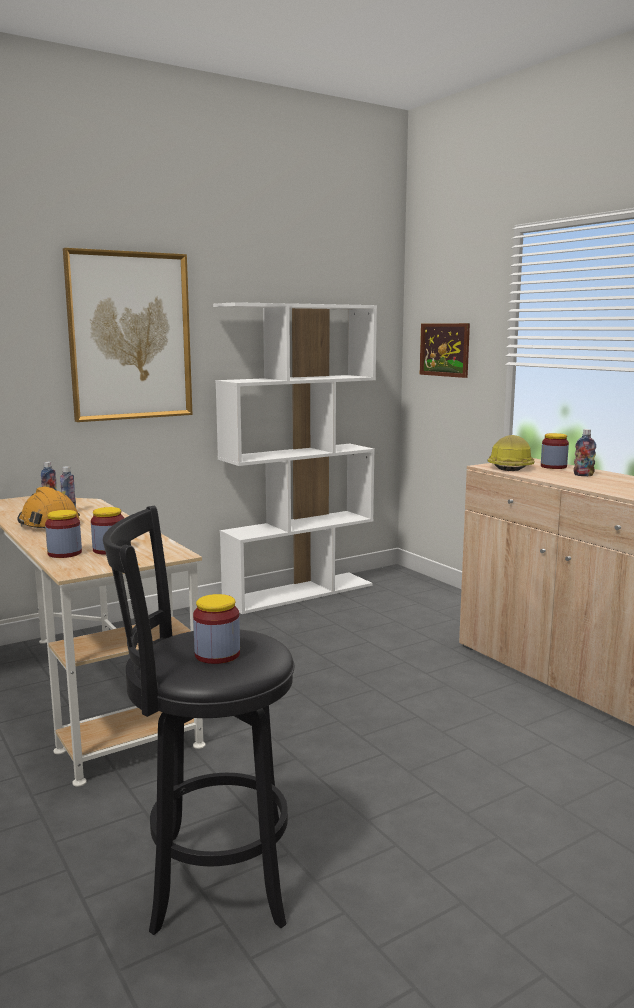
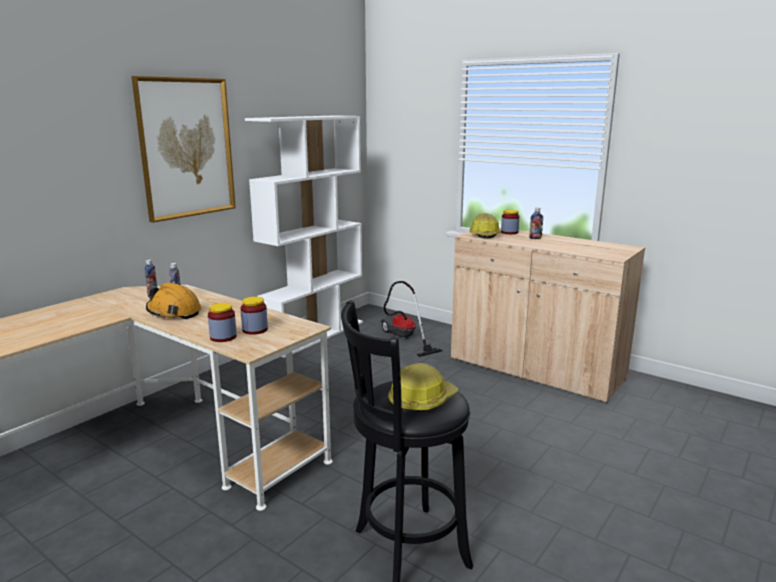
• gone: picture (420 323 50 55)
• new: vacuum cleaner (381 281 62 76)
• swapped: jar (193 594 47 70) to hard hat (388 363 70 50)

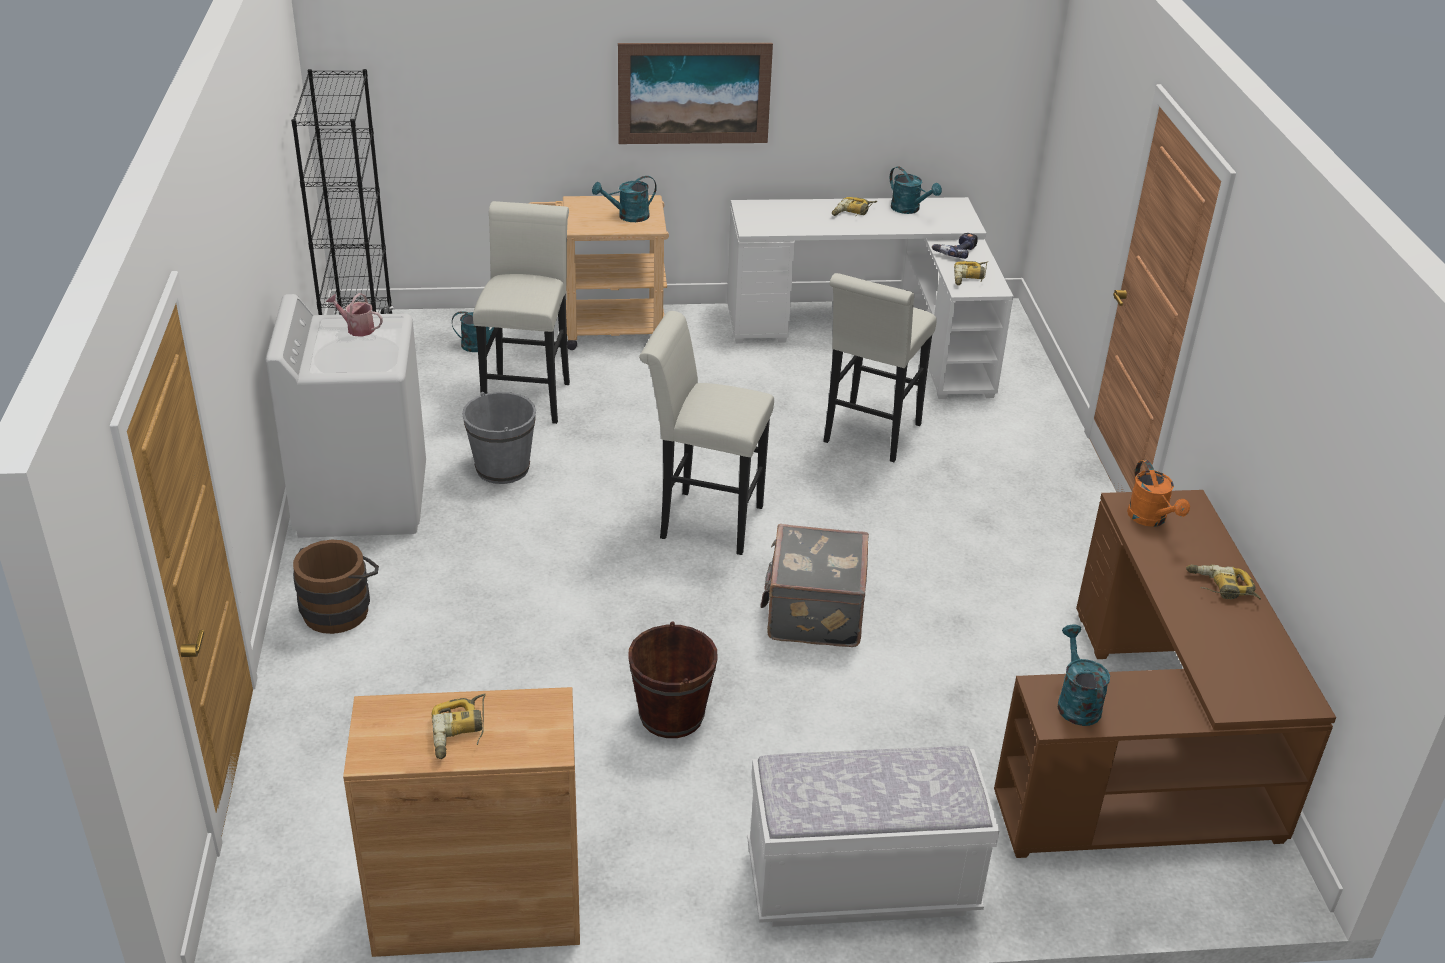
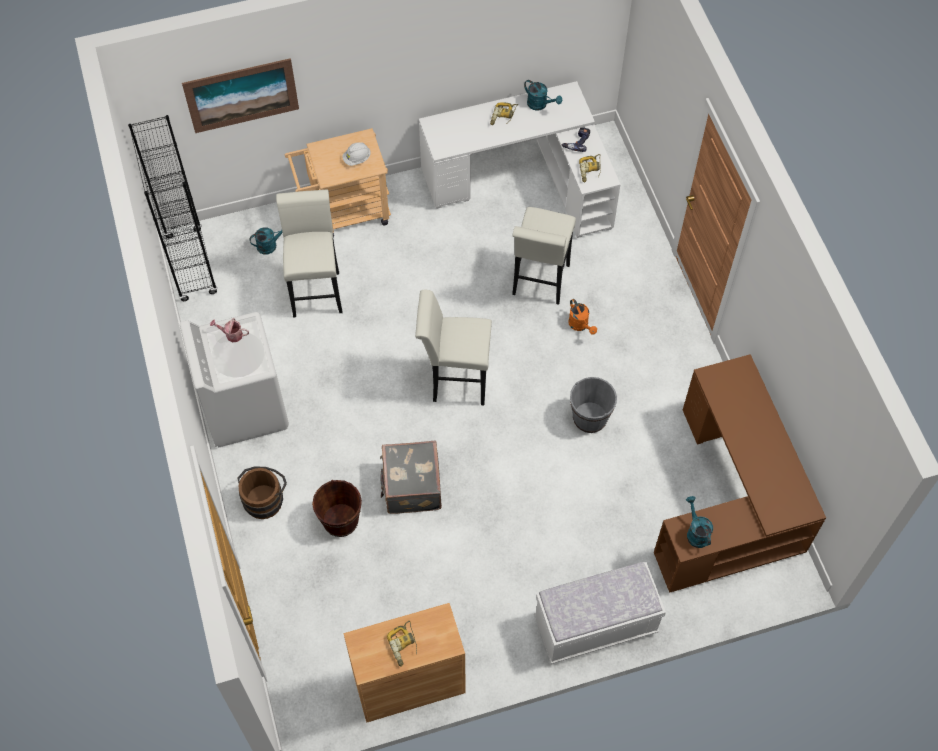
• gone: power drill (1186 564 75 36)
• shifted: bucket (grey) (462 392 74 92) to (570 377 47 56)
• shifted: picture (618 43 155 101) to (182 58 117 75)
• shifted: bucket (brown) (628 621 90 117) to (312 480 50 57)
• shifted: suitcase (grey) (761 524 108 123) to (380 440 62 74)
• shifted: watering can (orange) (1127 460 63 67) to (568 299 29 36)
• swapped: watering can (turquoise) (592 176 65 46) to hard hat (white) (342 142 29 24)

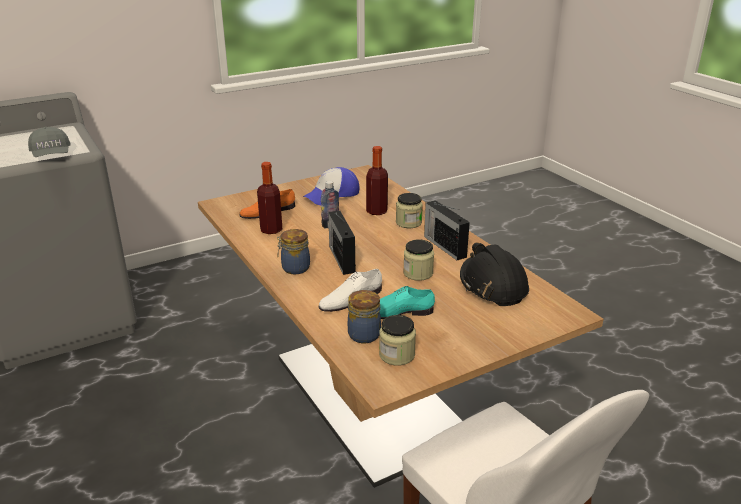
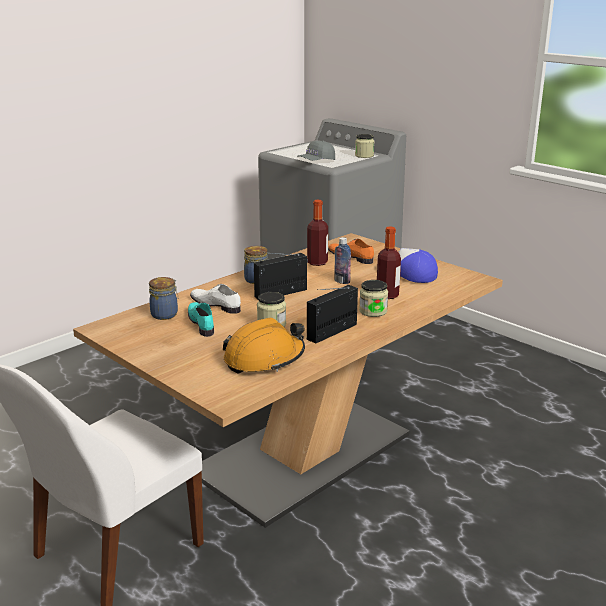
• shifted: jar (379 315 37 51) to (355 134 19 24)
• repainted: hard hat (black) (460 242 69 64) to hard hat (orange) (223 318 82 55)

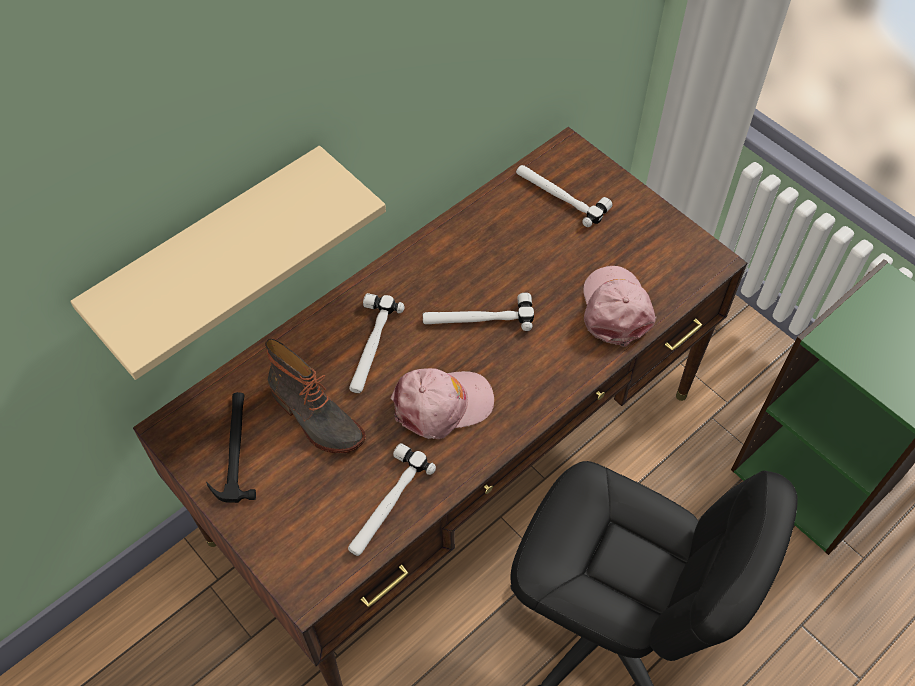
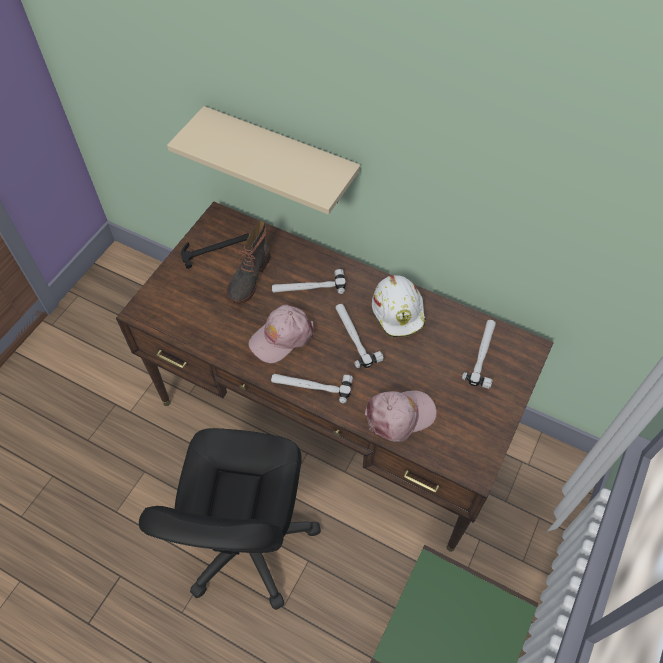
• new: hard hat (white) (372 275 54 62)
• shifted: hammer (348 443 88 113) to (271 374 82 30)
• rotated: cap (pink) (390 368 104 71) = (248 305 66 58) 90 degrees clockwise

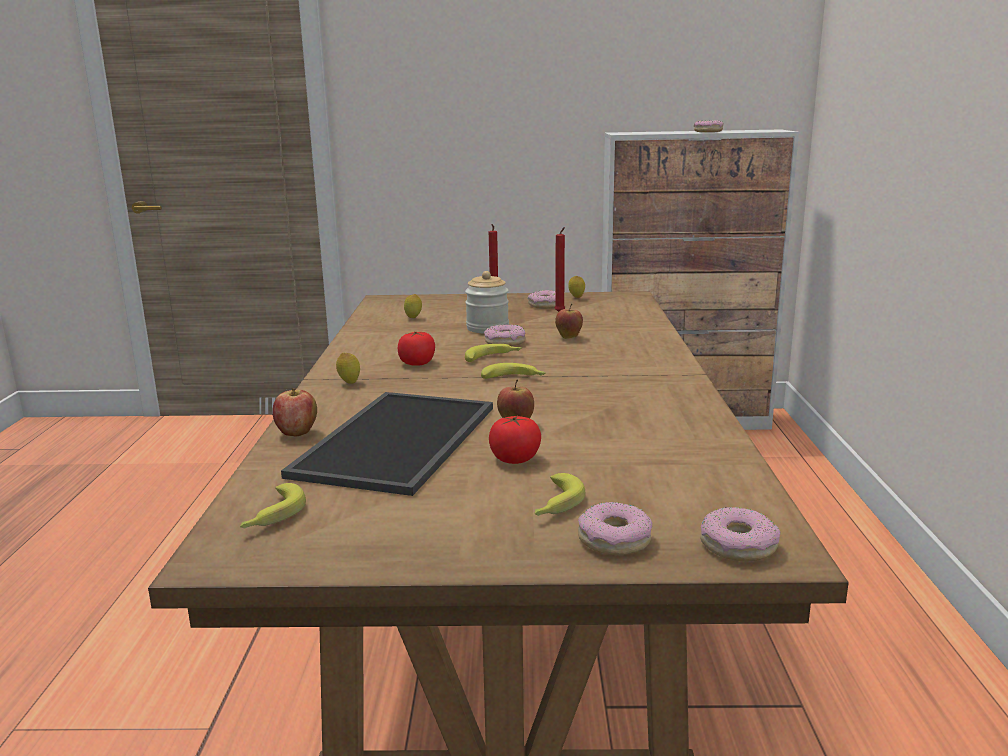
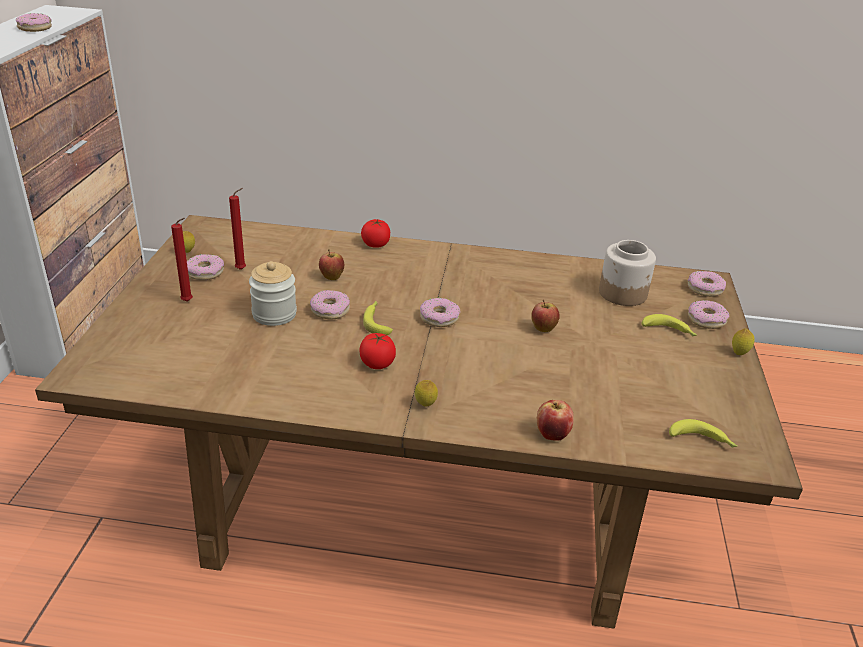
• gone: tray (281 392 212 104)
• new: jar (599 240 57 66)
• shifted: lemon (404 294 18 24) to (732 328 23 27)
• shifted: tomato (489 415 52 49) to (361 219 29 29)
• swapped: banana (481 363 65 16) to donut (420 298 40 29)

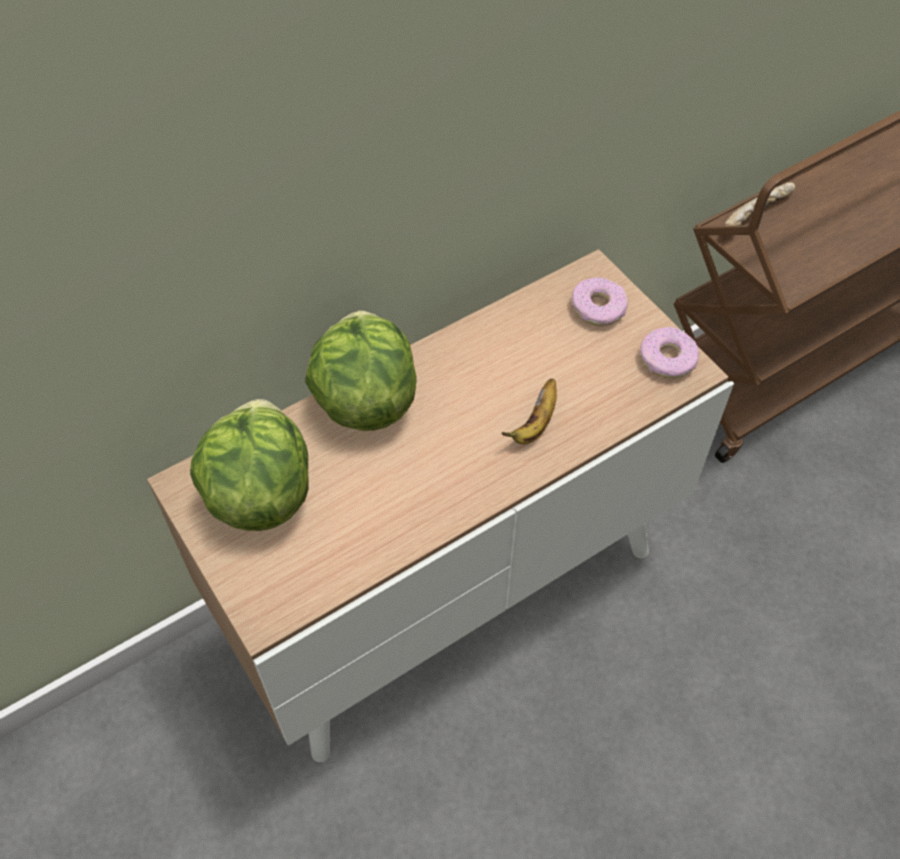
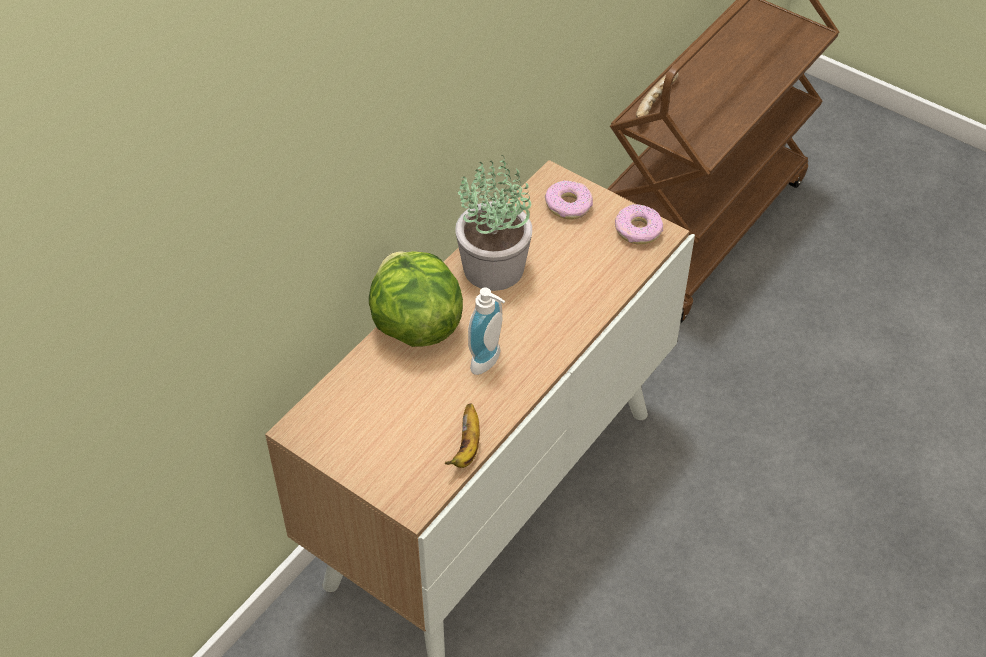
• gone: lettuce (190 399 118 132)
• new: potted plant (455 155 77 136)
• new: soap dispenser (468 288 37 87)
• shifted: banana (501 379 56 65) to (445 404 35 64)

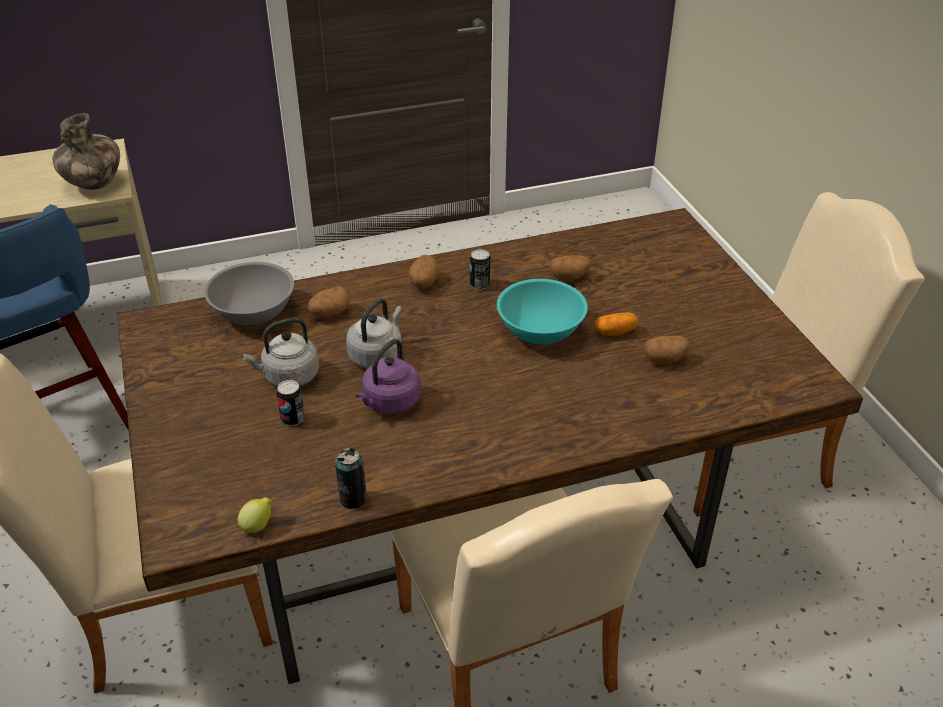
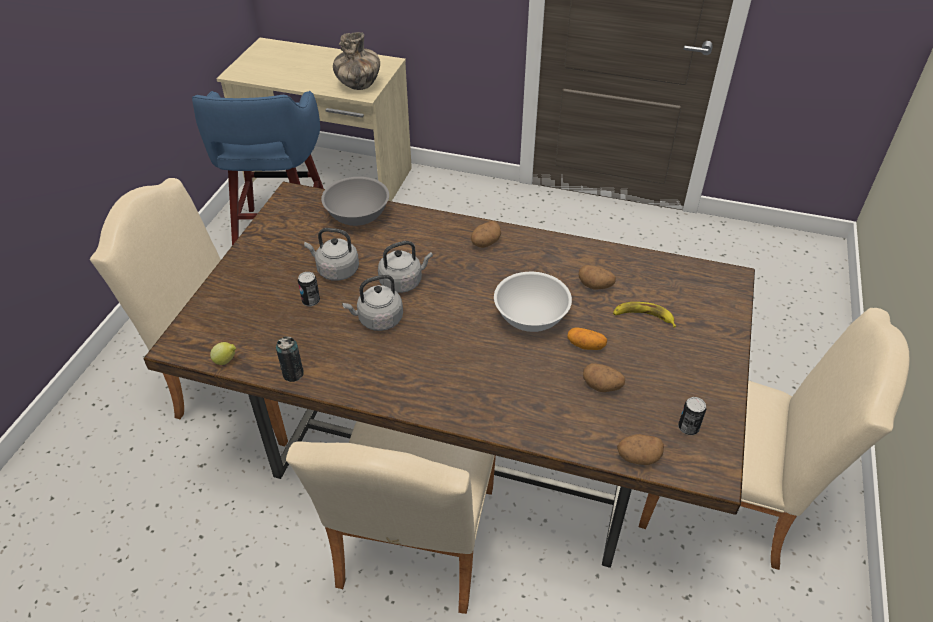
• new: banana (613 302 63 26)
• shifted: potato (308 287 42 31) to (617 434 47 31)
• shifted: can (470 249 21 41) to (678 397 29 38)
• repainted: kettle (purple) (356 339 65 75) to kettle (grey) (342 275 61 56)
• repainted: bowl (turquoise) (497 279 91 65) to bowl (white) (494 272 78 60)

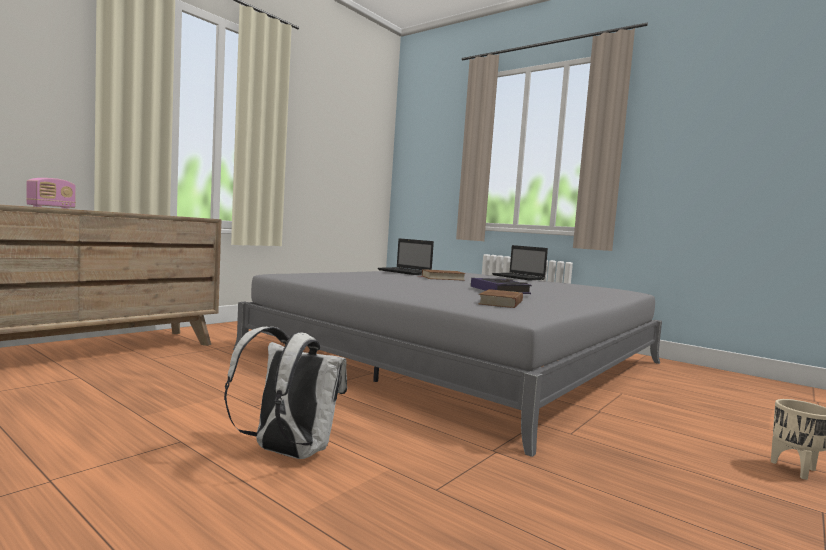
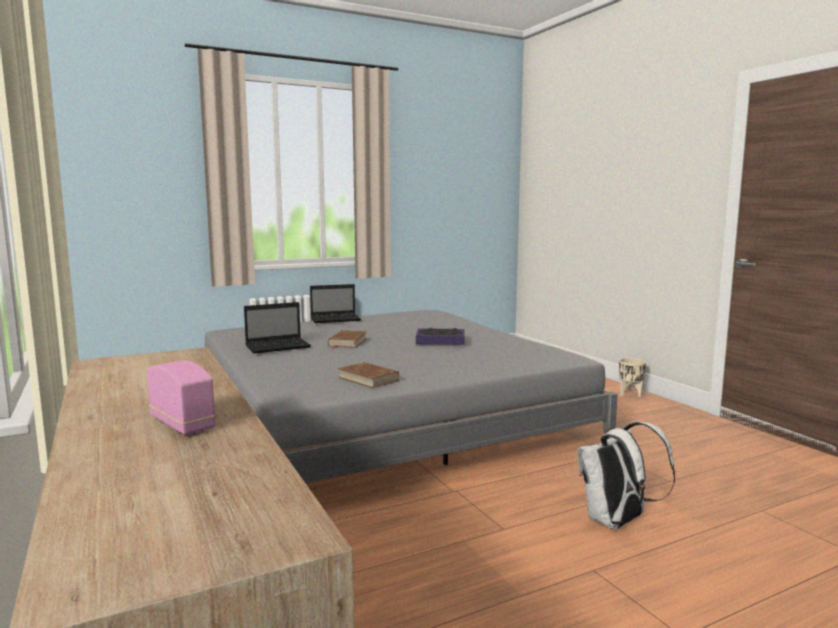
• shifted: book (brown) (478 289 45 19) to (338 362 61 26)

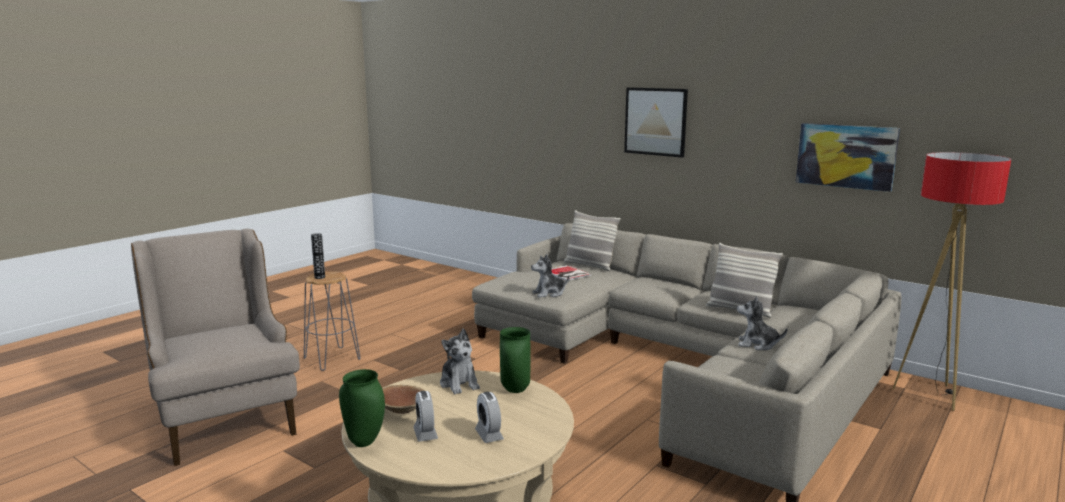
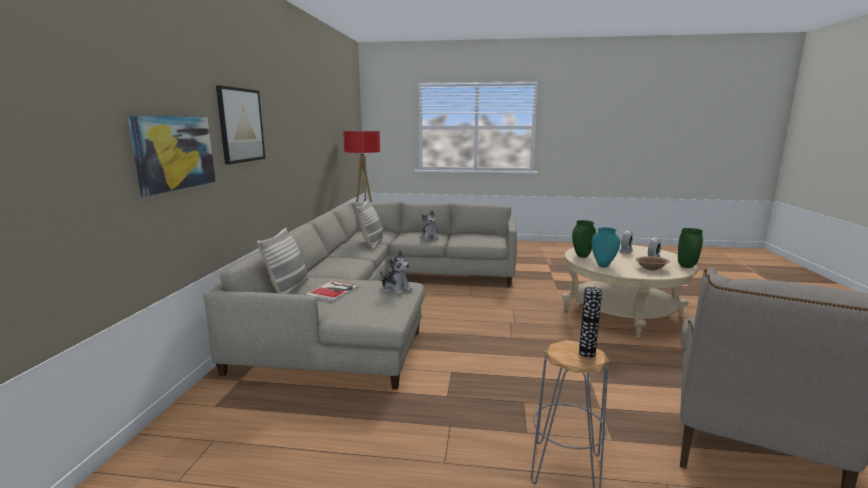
• shifted: picture (796 123 104 69) to (128 115 88 81)
• swapped: plush toy (440 328 40 66) to vase (turquoise) (591 227 29 41)

